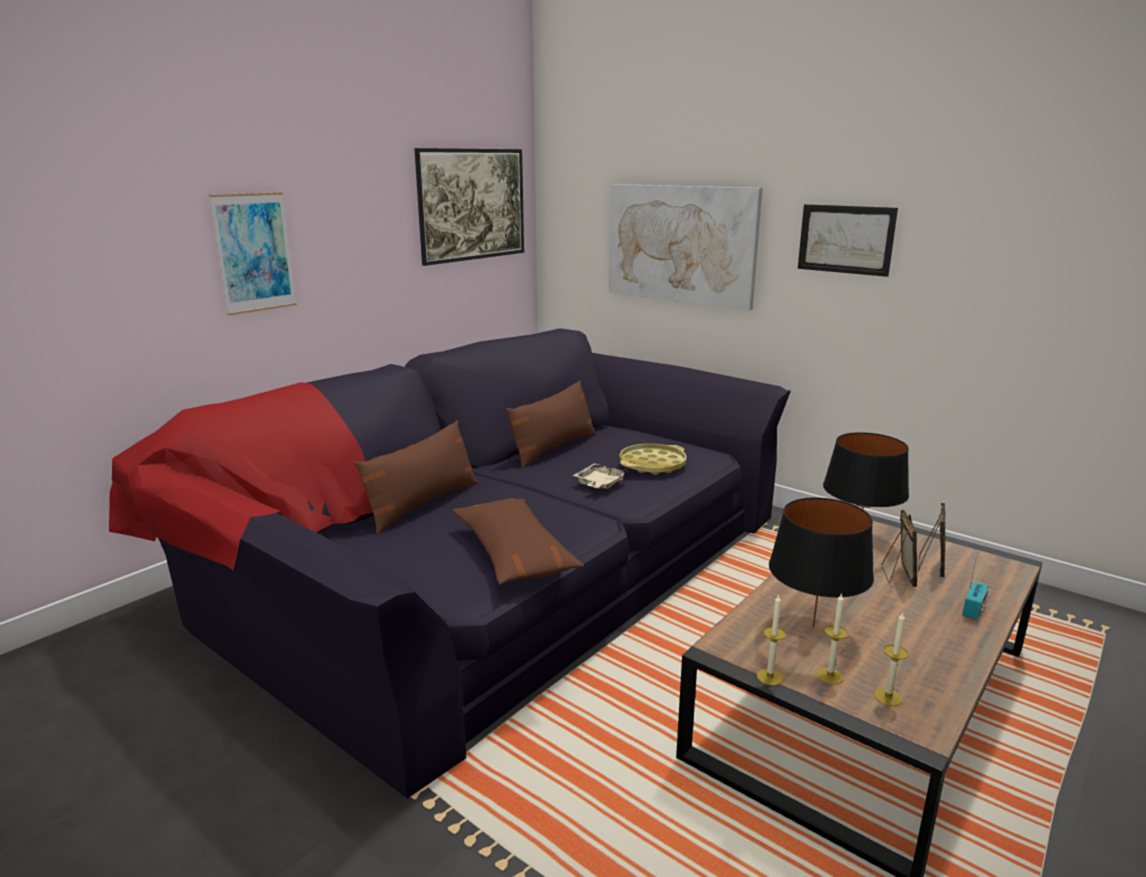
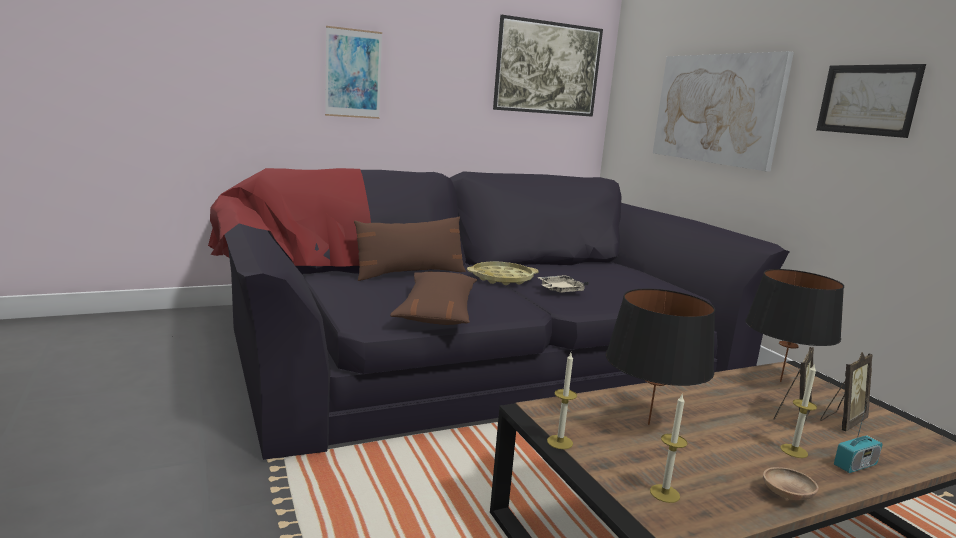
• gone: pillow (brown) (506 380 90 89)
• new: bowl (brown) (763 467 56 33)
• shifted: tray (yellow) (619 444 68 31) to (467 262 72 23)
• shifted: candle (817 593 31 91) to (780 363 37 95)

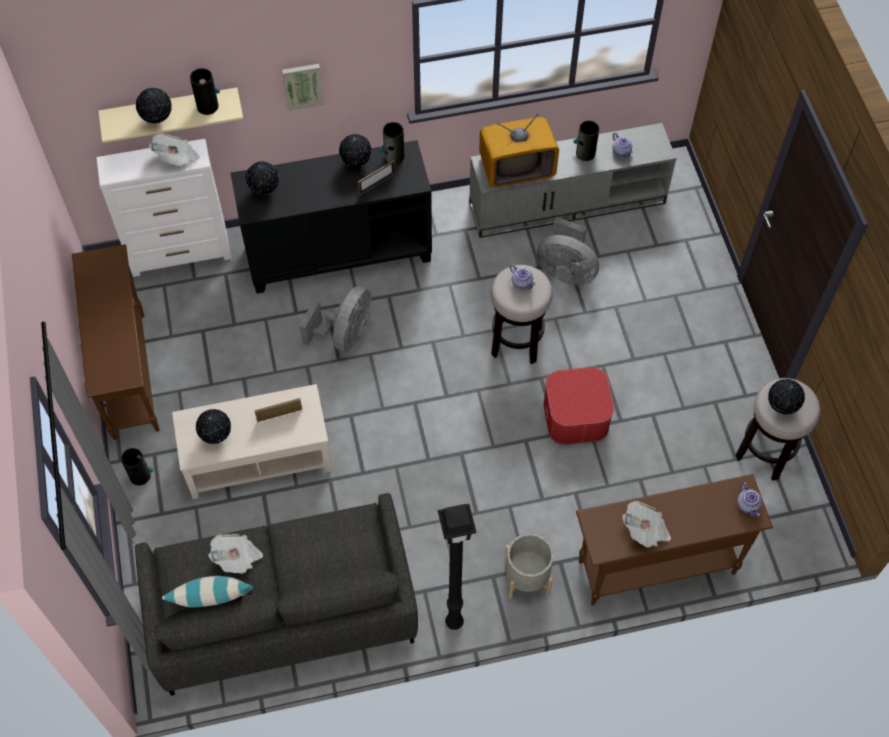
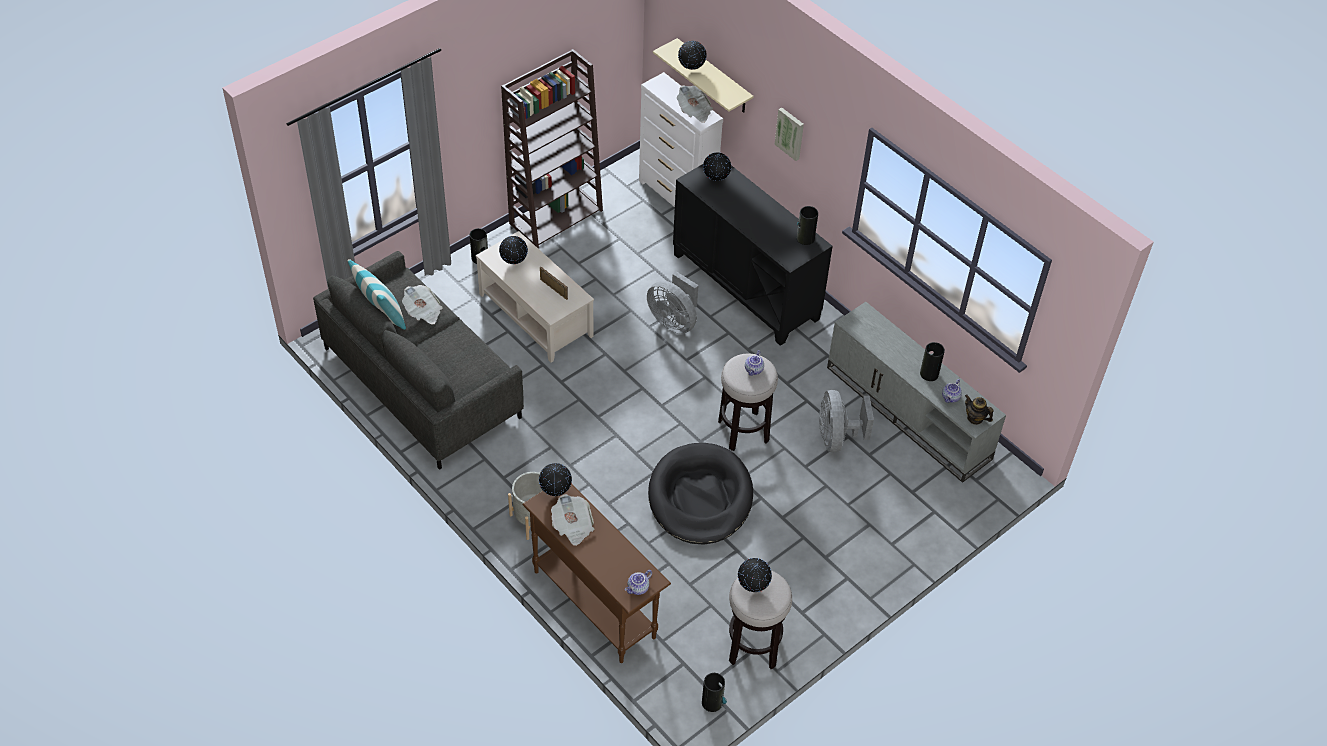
• gone: picture frame (358 160 38 35)
• gone: floor lamp (black) (438 504 39 126)
• gone: television (479 113 80 74)
• new: teapot (965 394 29 31)
• shifted: vase (190 68 30 47) to (702 673 25 39)
• shifted: globe (339 134 33 33) to (539 463 33 33)
• swapped: console table (brown) (72 244 88 196) to bookcase (brown) (501 49 102 199)
• swapped: ottoman (544 367 70 77) to dog bed (black) (648 443 105 101)
• rotated: fan (grey) (299 286 72 65) = (647 271 52 63) 45 degrees clockwise

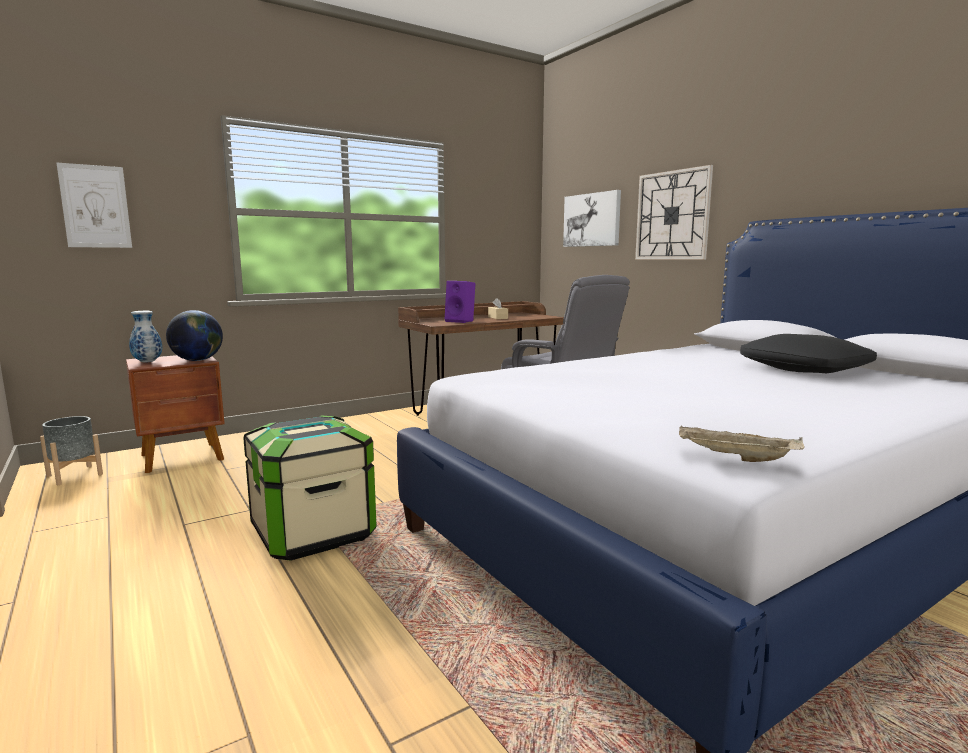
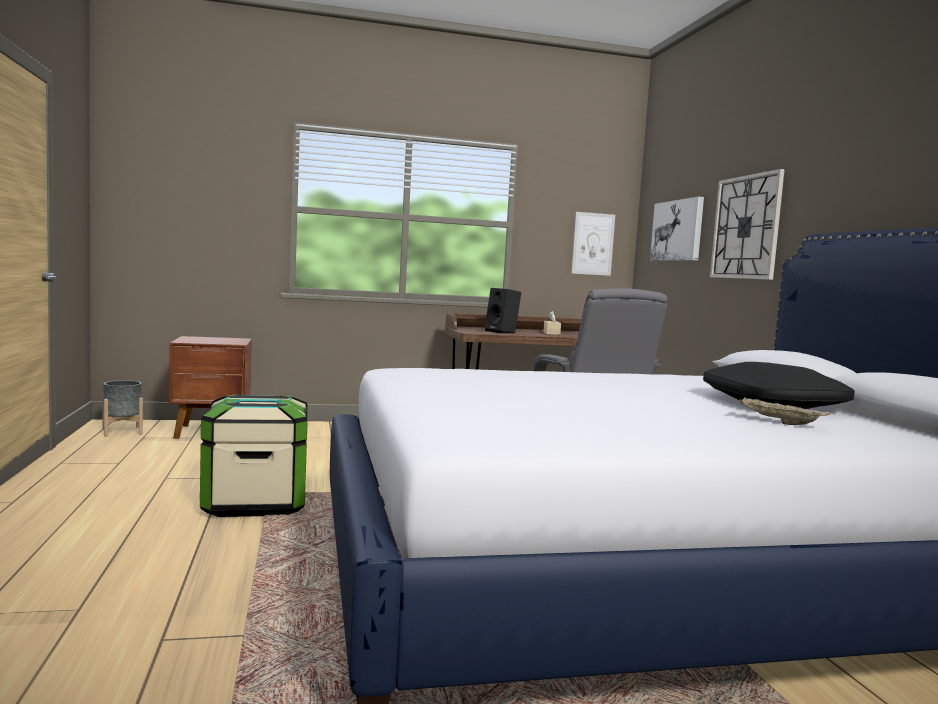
• gone: vase (129 311 33 51)
• gone: globe (166 310 57 51)
• shifted: picture (56 162 76 86) to (571 212 44 64)
• shifted: tray (beige) (679 425 126 37) to (738 397 93 28)
• repainted: speaker (purple) (445 281 30 42) to speaker (black) (485 288 36 46)

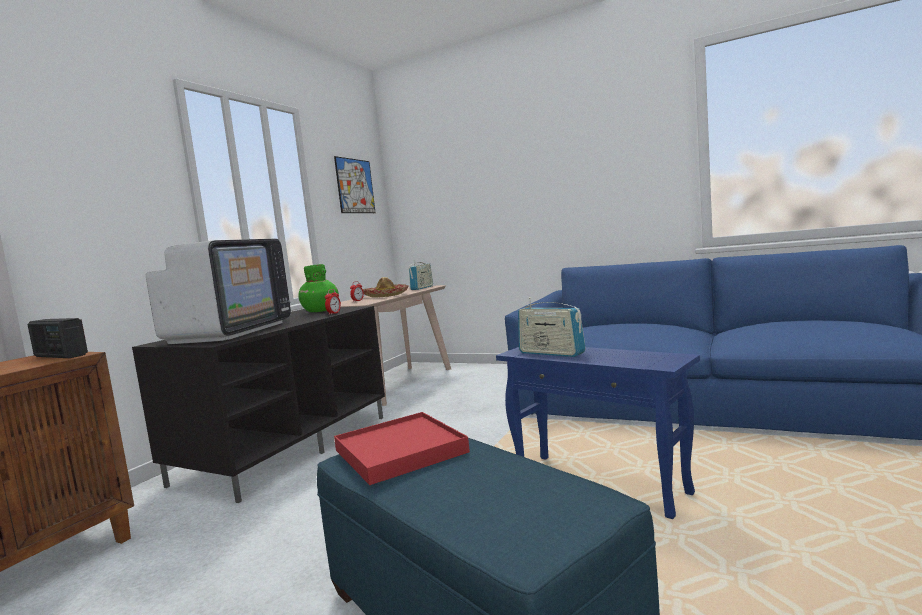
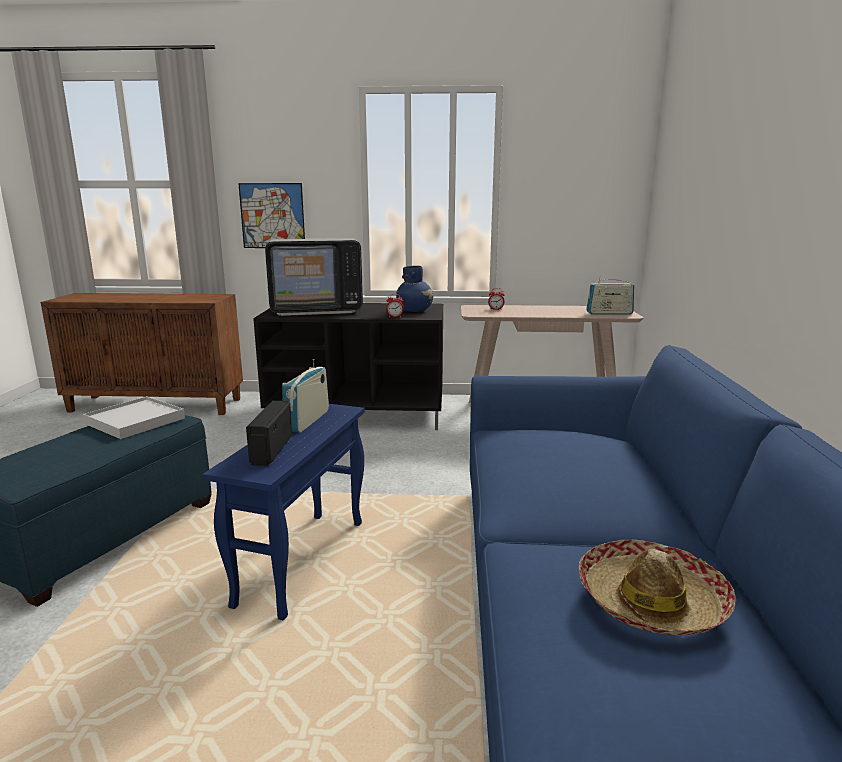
• shifted: radio (27 318 61 40) to (246 401 46 65)
• shifted: picture (334 156 41 57) to (238 183 67 65)
• shifted: hat (363 277 46 21) to (579 539 157 97)
• repainted: vase (green) (298 264 41 48) to vase (blue) (396 266 37 46)
• repainted: tray (red) (334 412 136 73) to tray (white) (83 396 102 43)

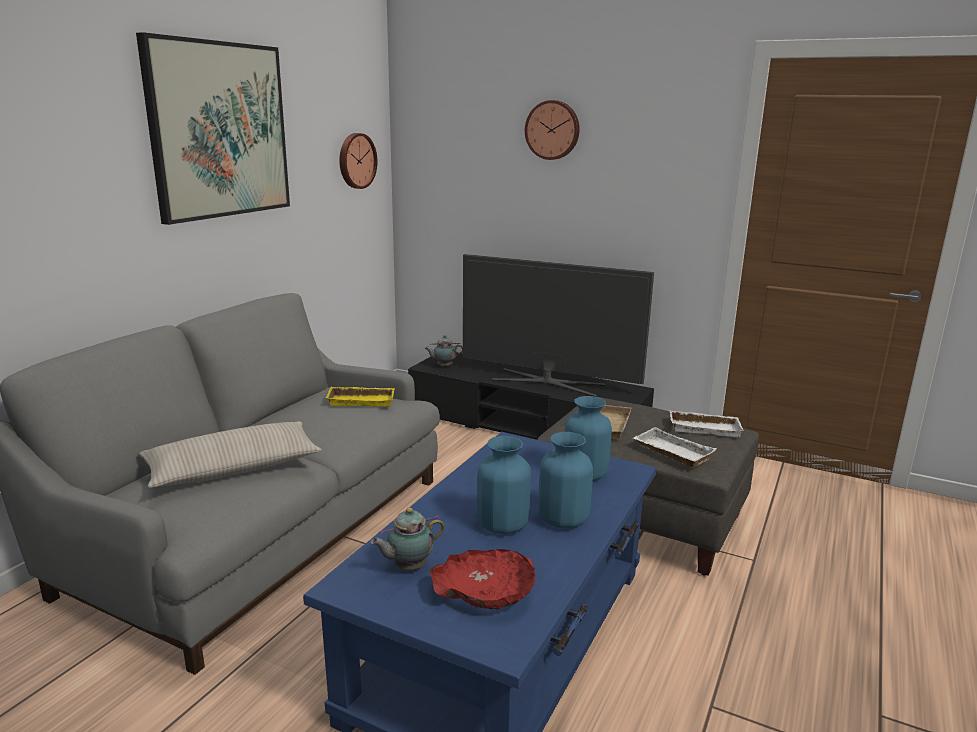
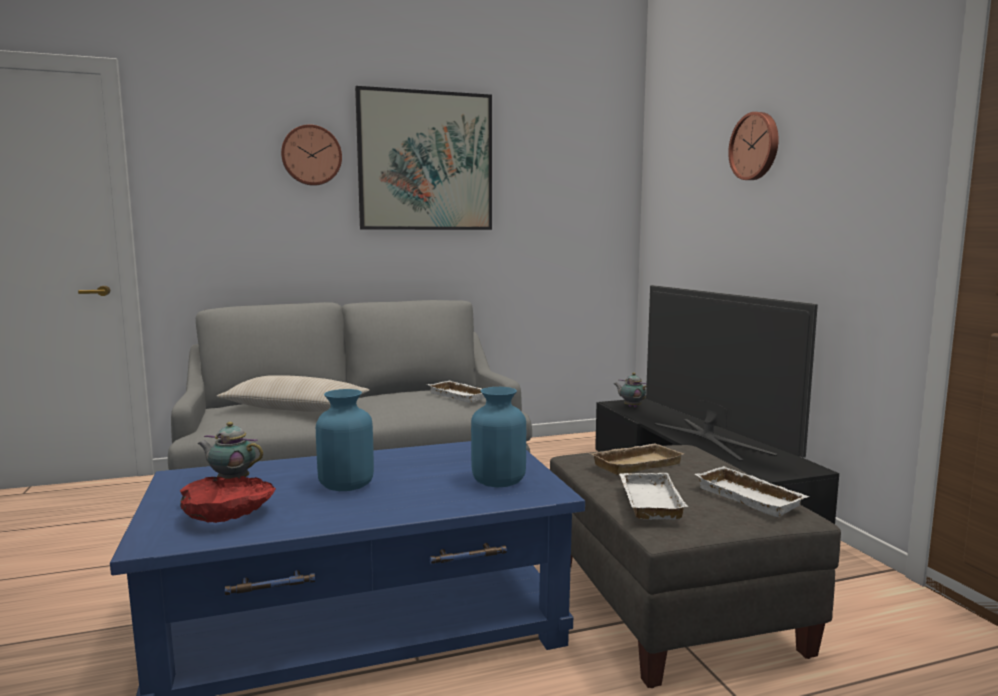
• gone: vase (blue) (539 432 54 96)
• shifted: wall clock (339 133 38 56) to (281 124 61 62)
• repainted: tray (yellow) (326 387 69 20) to tray (white) (427 380 58 23)

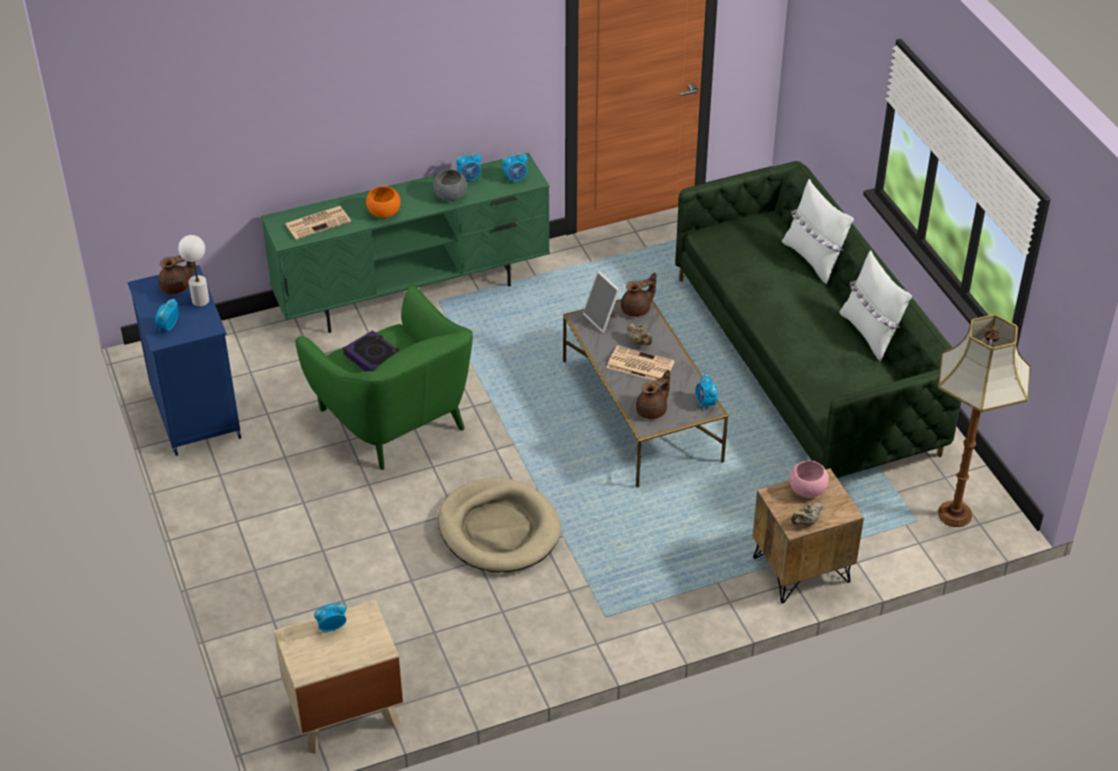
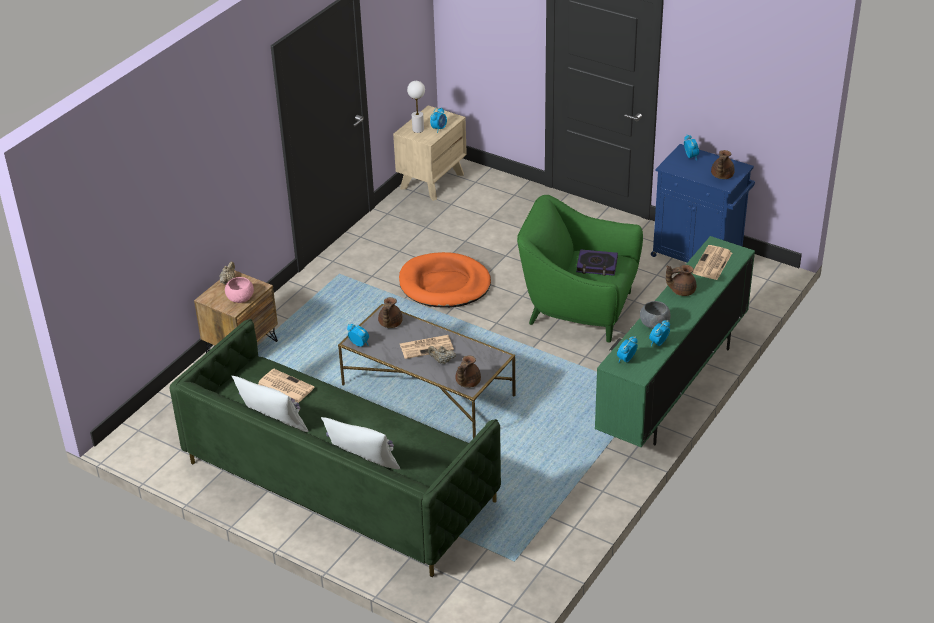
• gone: picture frame (583 271 37 62)
• gone: floor lamp (938 314 92 213)
• new: newspaper (258 369 56 34)
• shifted: table lamp (white) (178 235 31 72) to (407 81 18 52)
• swapped: bowl (orange) (366 186 35 32) to teapot (brown) (666 265 31 31)
• repainted: dog bed (beige) (438 477 123 96) to dog bed (orange) (399 252 92 56)

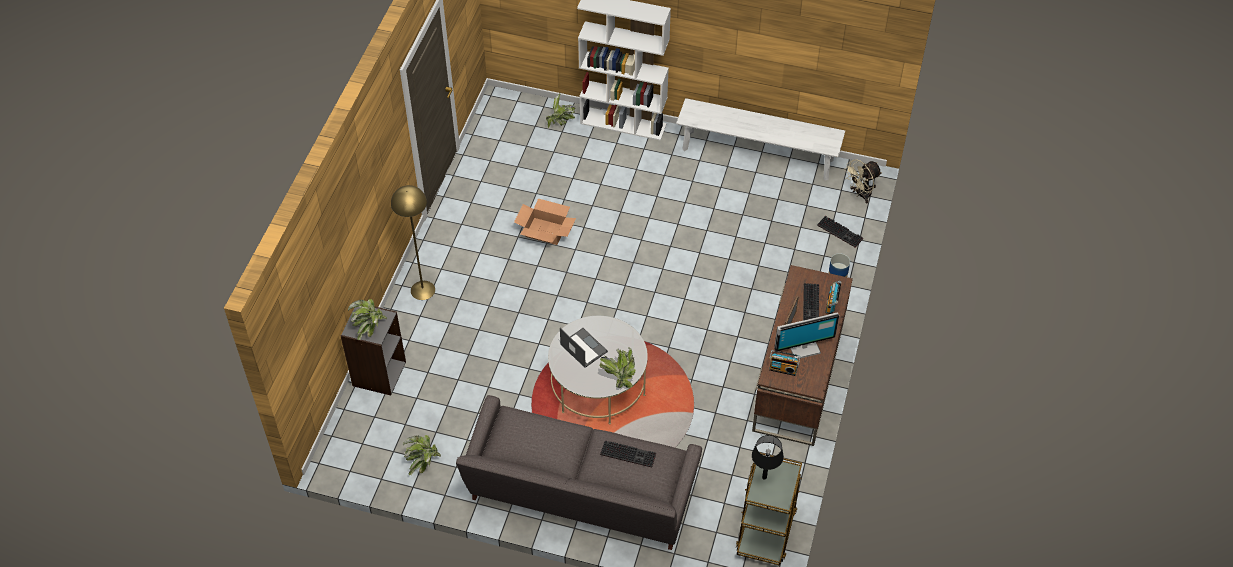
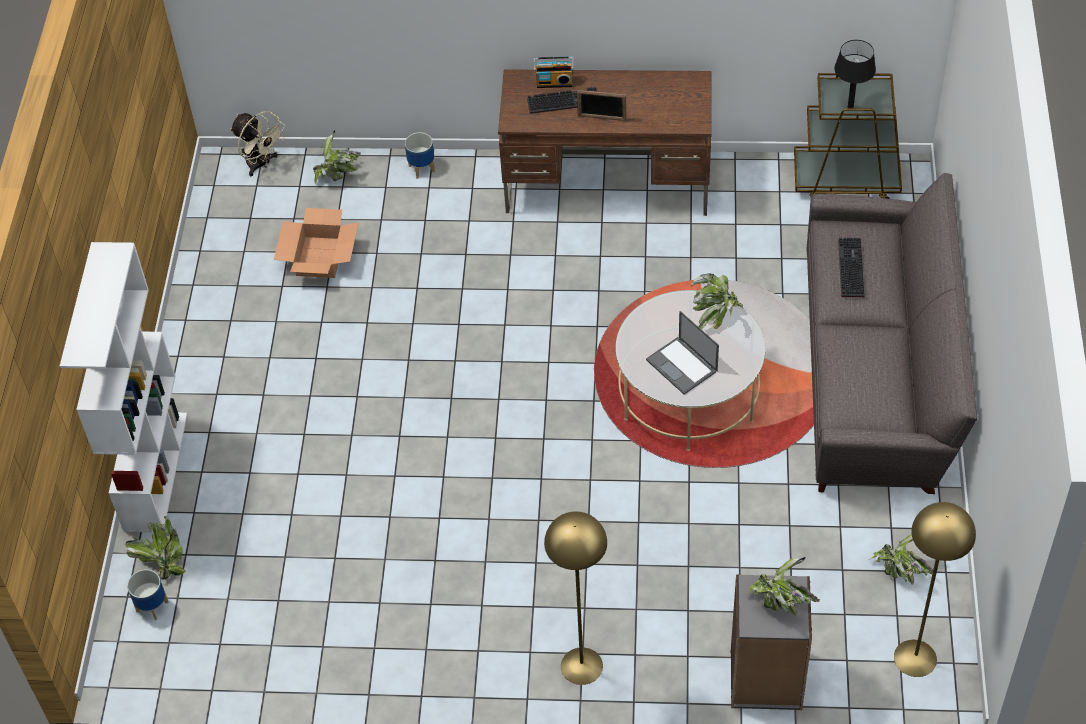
• gone: bench (white) (676 98 169 83)
• gone: radio (769 350 32 26)
• gone: monitor (774 312 65 47)
• new: planter (127 569 42 51)
• new: floor lamp (yellow) (894 502 82 175)
• shifted: cardboard box (514 199 62 46) to (274 208 84 70)
• swapped: keyboard (817 216 46 32) to potted plant (313 130 48 54)
• rotated: laptop (560 328 48 40) = (646 311 73 84) 75 degrees counterclockwise

